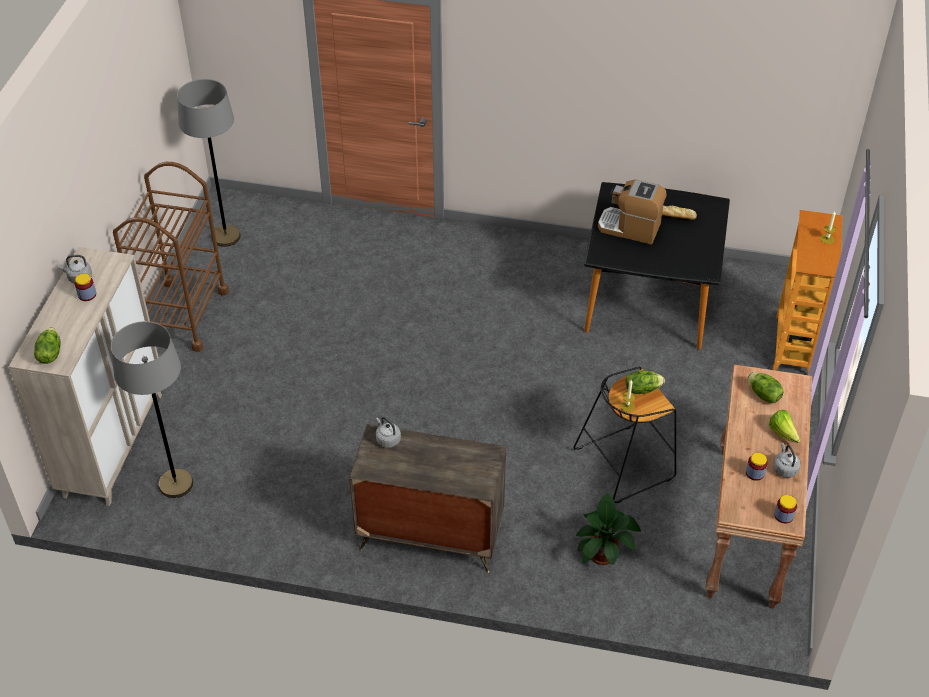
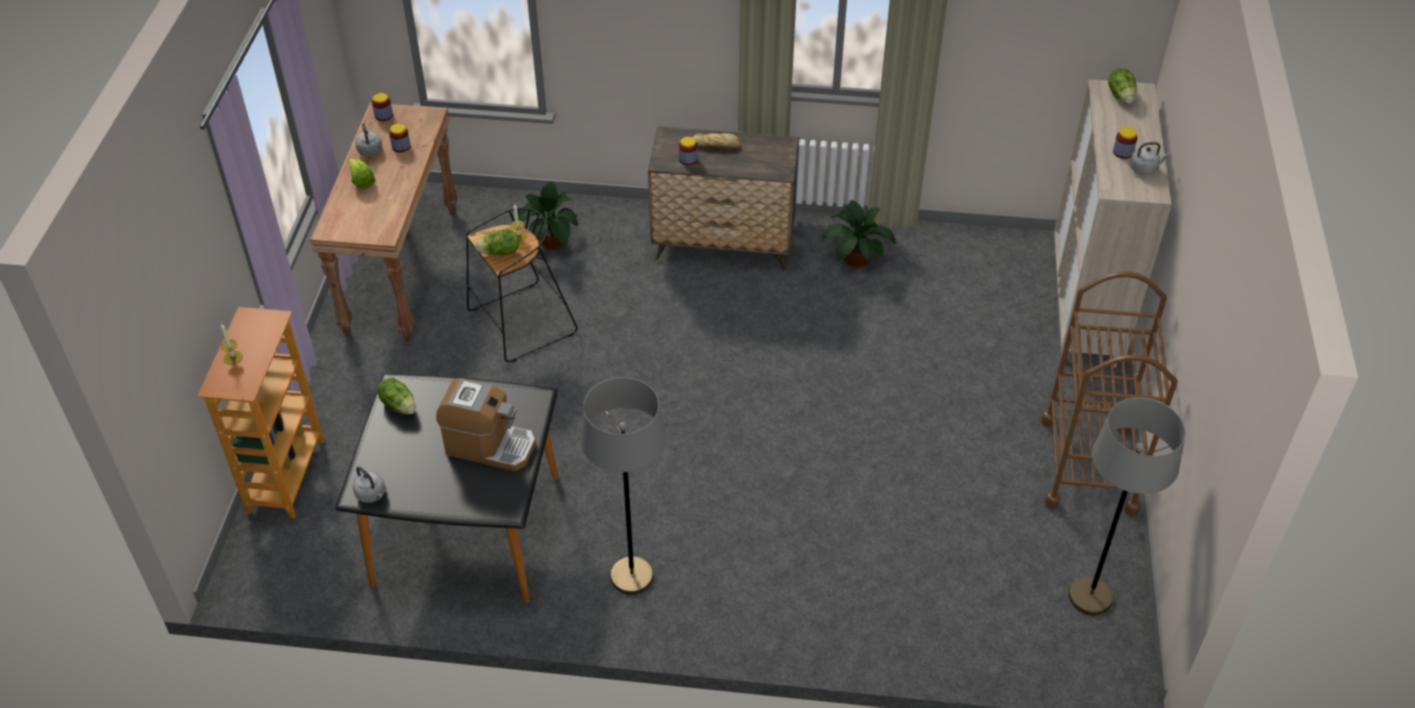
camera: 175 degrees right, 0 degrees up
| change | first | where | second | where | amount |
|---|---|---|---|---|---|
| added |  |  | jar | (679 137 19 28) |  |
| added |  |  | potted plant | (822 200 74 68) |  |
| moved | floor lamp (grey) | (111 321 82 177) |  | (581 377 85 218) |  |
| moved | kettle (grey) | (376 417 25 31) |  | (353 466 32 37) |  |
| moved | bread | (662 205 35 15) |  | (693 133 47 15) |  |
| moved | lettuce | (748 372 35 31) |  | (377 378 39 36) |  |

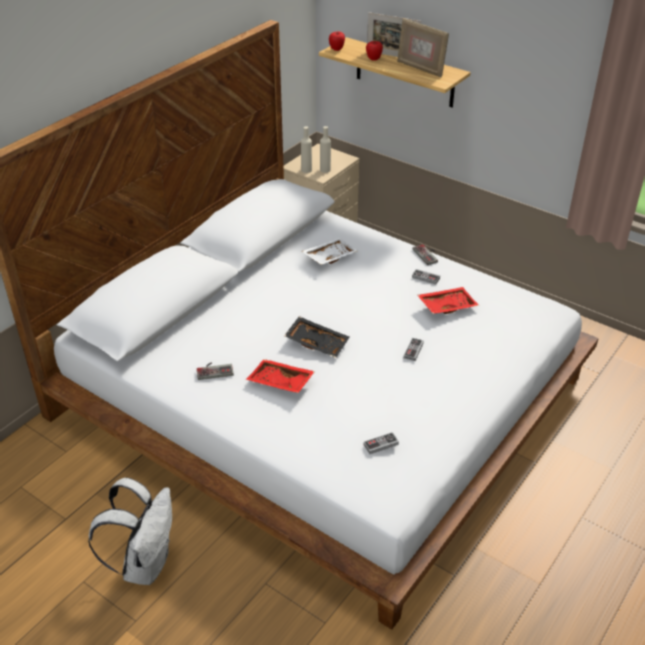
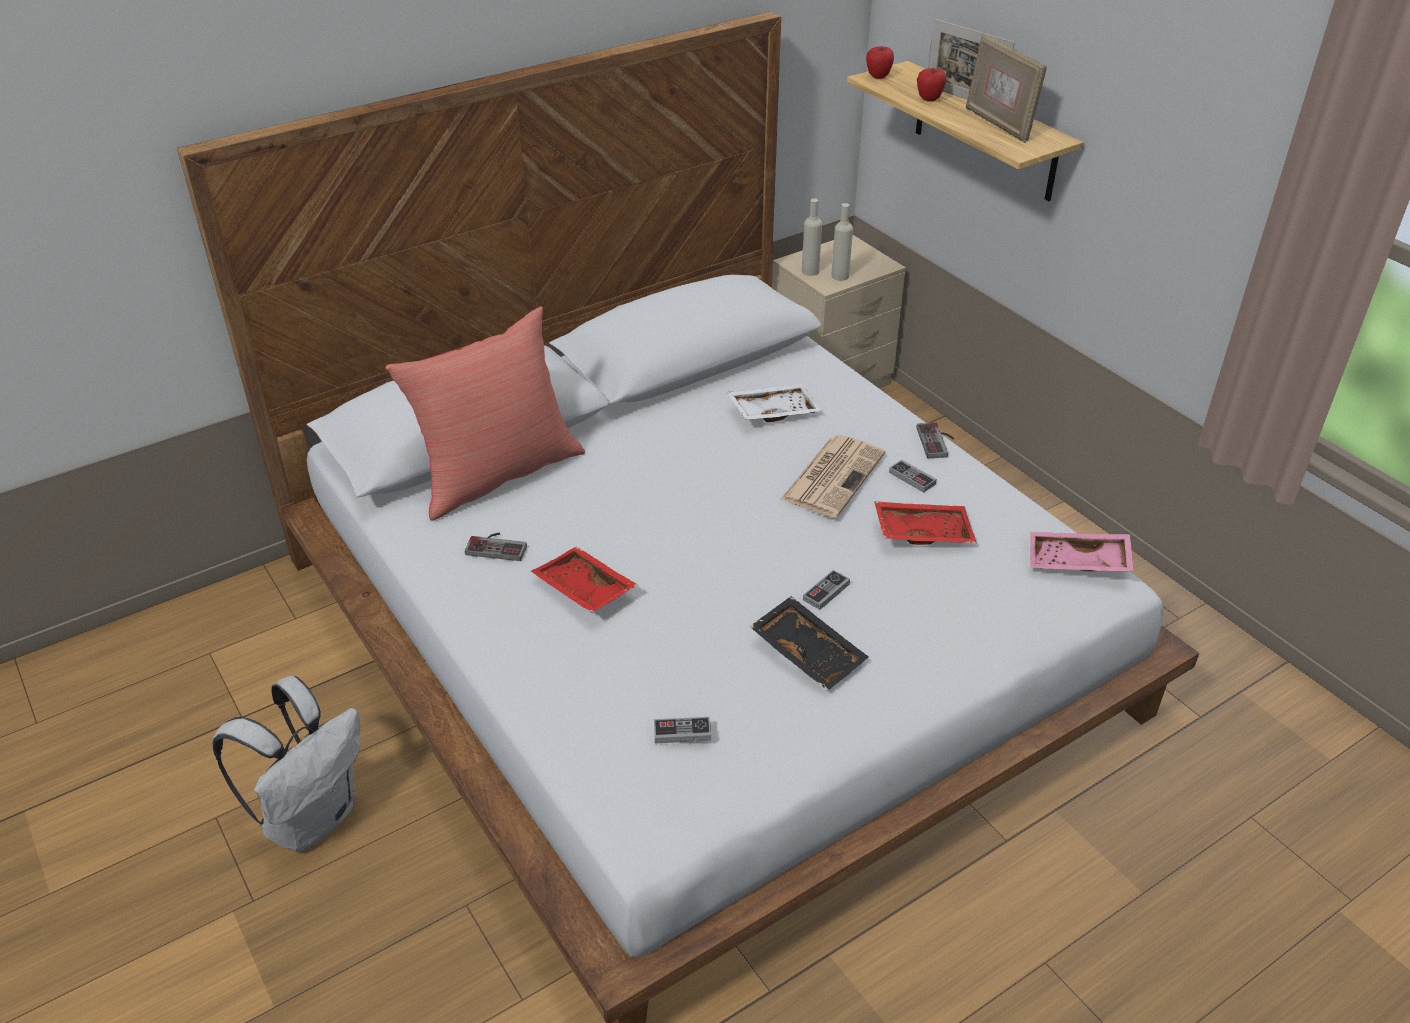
camera: 20 degrees right, 0 degrees up
| change | first | where | second | where | amount |
|---|---|---|---|---|---|
| added |  |  | pillow (red) | (385 306 200 215) |  |
| added |  |  | newspaper | (780 435 105 83) |  |
| added |  |  | tray (pink) | (1030 532 104 40) |  |
| moved | tray (black) | (284 316 65 42) |  | (750 596 118 95) |  |

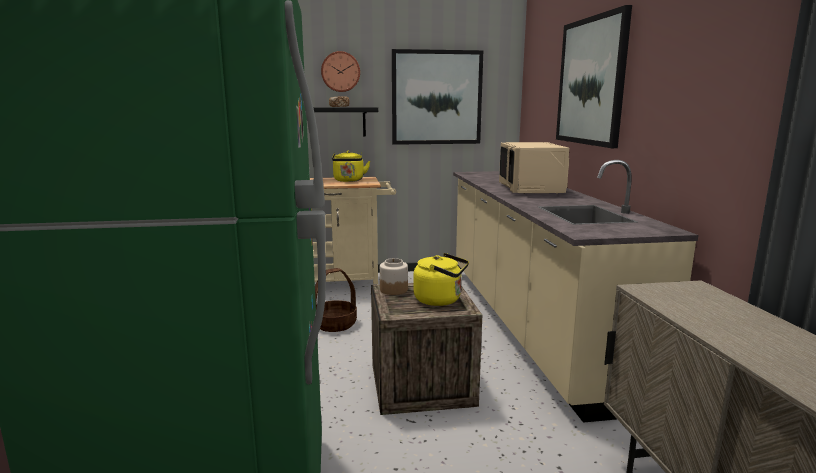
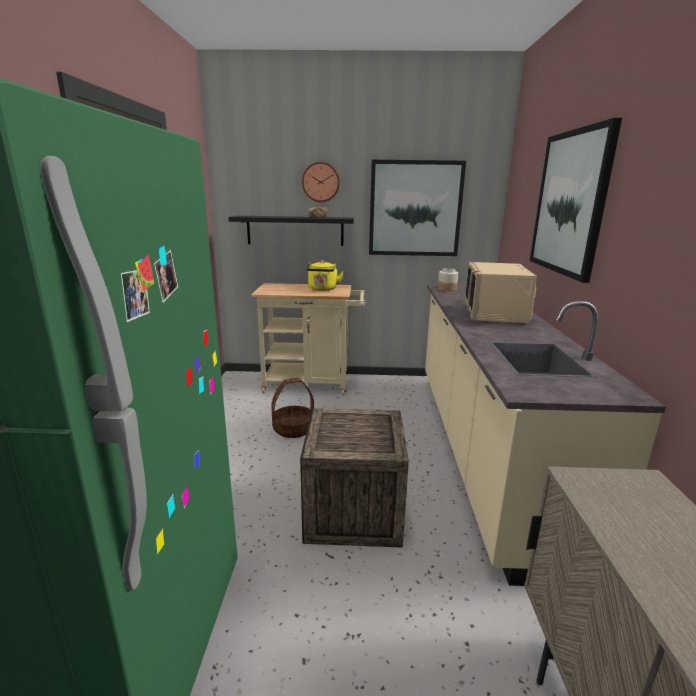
camera: 10 degrees right, 5 degrees up
| change | first | where | second | where | amount |
|---|---|---|---|---|---|
| removed | kettle (yellow) | (413 253 56 53) |  |  |  |
| moved | jar | (380 258 28 37) |  | (438 268 20 24) |  |

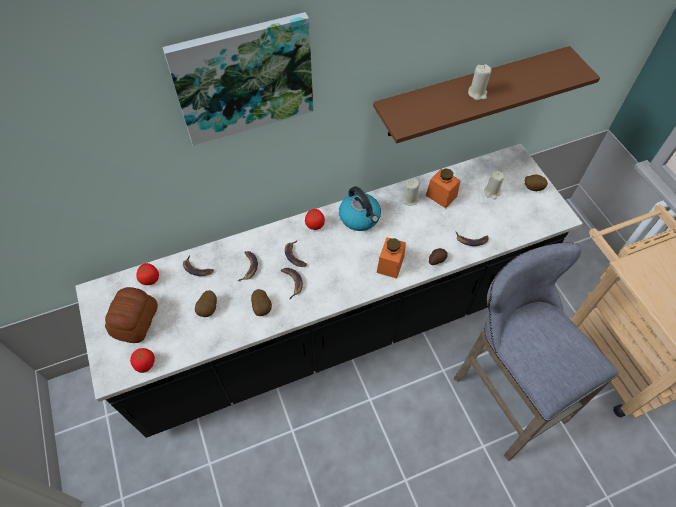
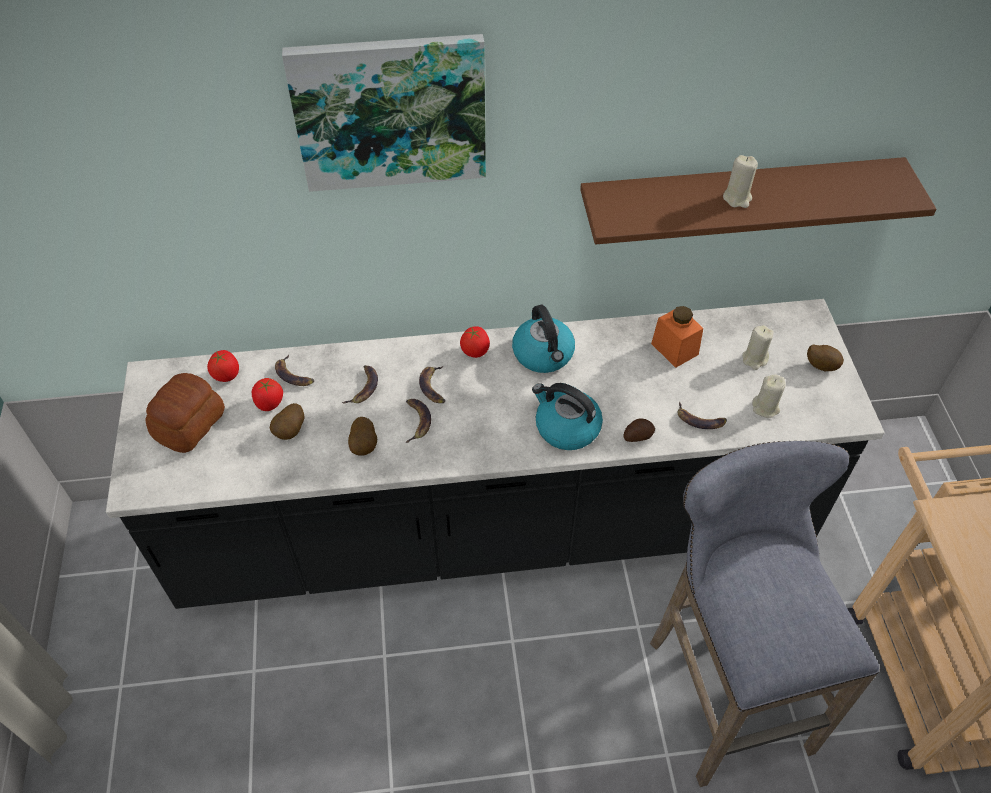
camera: 15 degrees right, 5 degrees down
| change | first | where | second | where | amount |
|---|---|---|---|---|---|
| moved | tomato | (130 348 25 25) |  | (252 378 31 33) |  |
| moved | candle (beige) | (402 178 18 28) |  | (752 374 34 44) |  |
| replaced | jar (orange) | (377 237 29 42) | kettle | (532 383 71 67) |  |

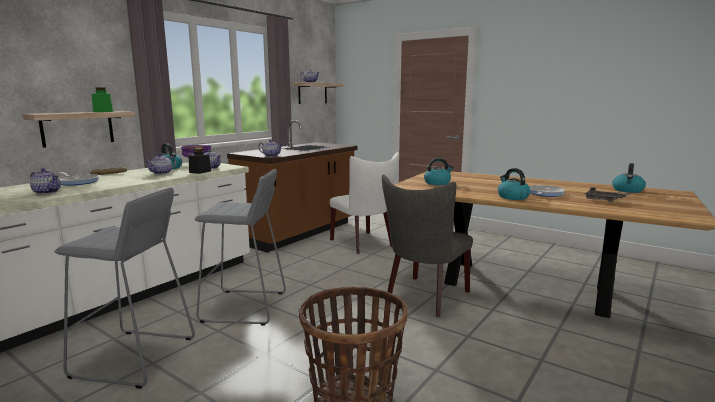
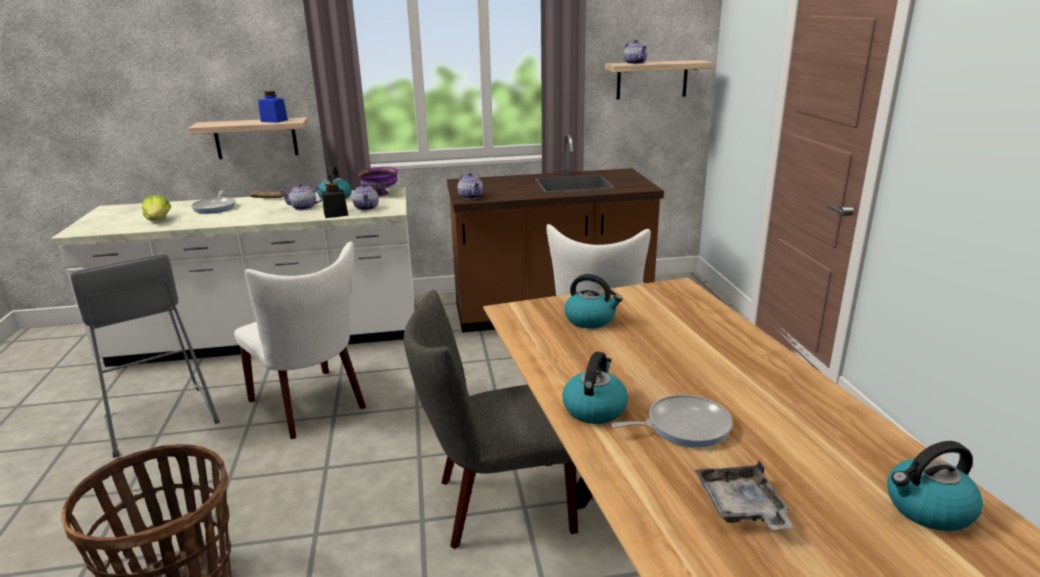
camera: 45 degrees right, 10 degrees up
| change | first | where | second | where | amount |
|---|---|---|---|---|---|
| replaced | teapot | (30 168 31 26) | lettuce | (142 195 29 26) |  |
| replaced | stool (grey) | (195 169 91 157) | chair (white) | (234 242 132 197) |  |
| recoloured | jar (green) | (92 87 22 25) | jar (blue) | (258 91 30 32) |  |

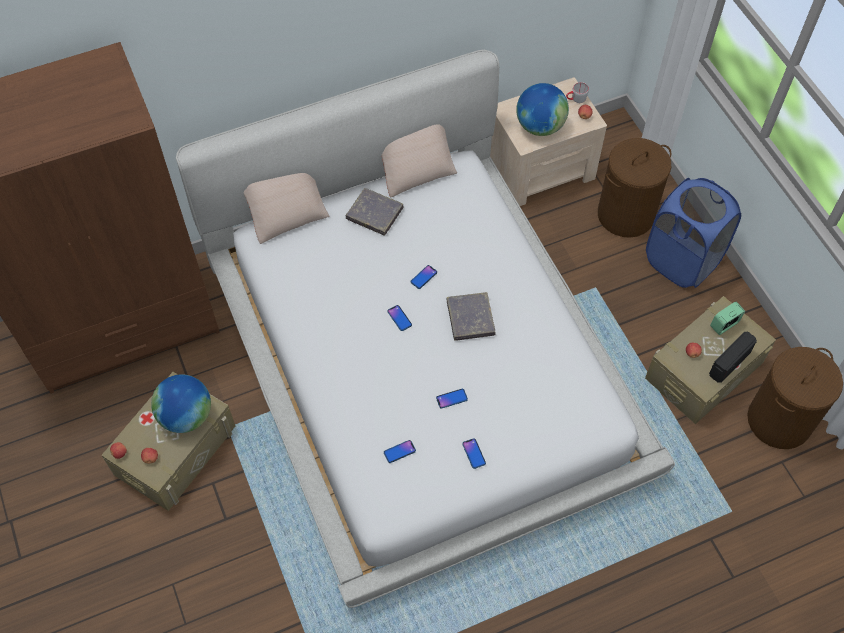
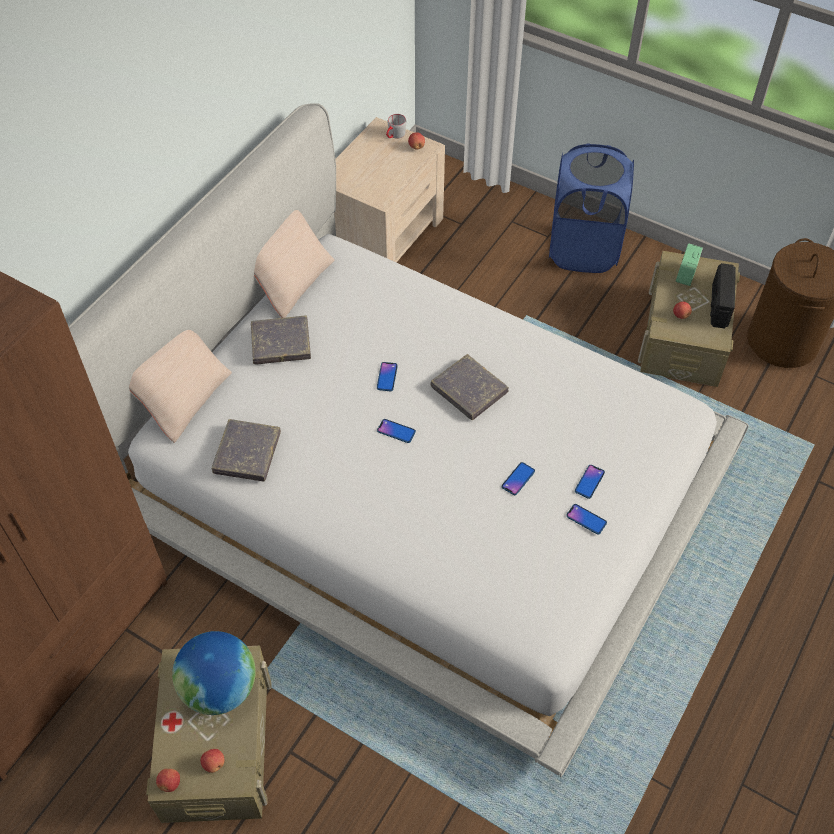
camera: 35 degrees left, 5 degrees down
| change | first | where | second | where | amount |
|---|---|---|---|---|---|
| removed | globe | (516 83 53 53) |  |  |  |
| removed | laundry basket (brown) | (598 138 73 100) |  |  |  |
| added |  |  | book (grey) | (212 419 69 62) |  |
| moved | phone | (384 440 32 23) |  | (575 465 30 34) |  |

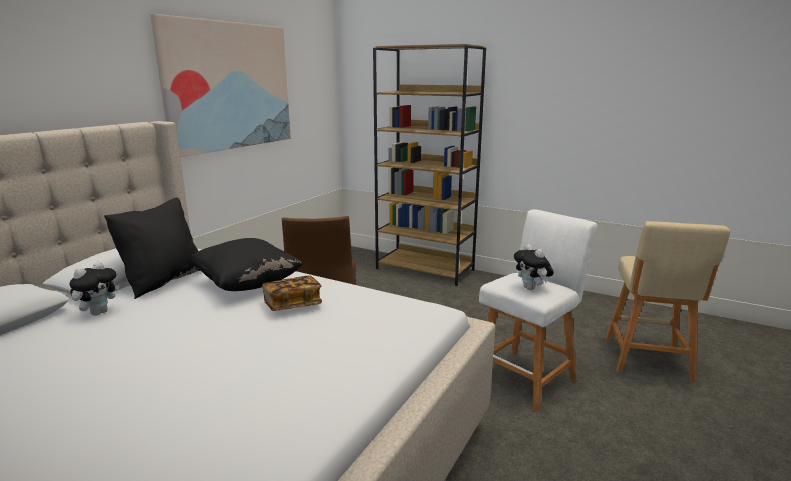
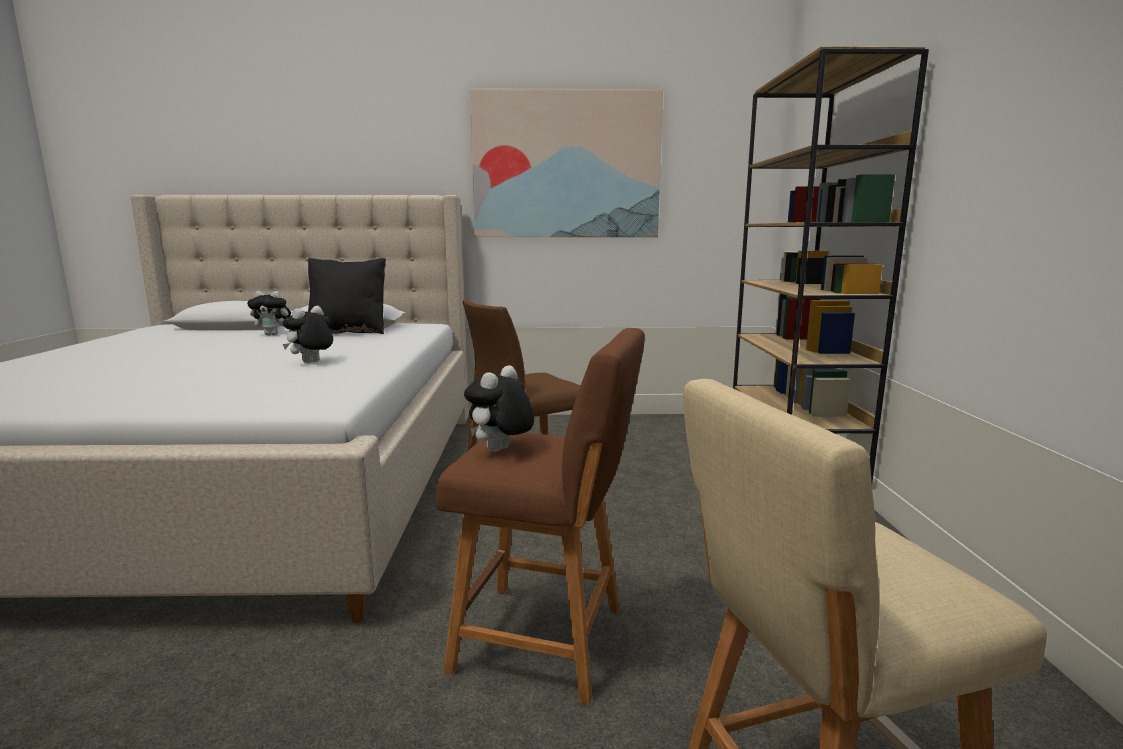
camera: 60 degrees right, 5 degrees down
| change | first | where | second | where | amount |
|---|---|---|---|---|---|
| removed | pillow (black) | (190 238 113 53) |  |  |  |
| replaced | book | (262 276 60 35) | plush toy | (282 306 51 57) |  |
| recoloured | stool (white) | (479 209 119 203) | stool (brown) | (436 328 209 377) |  |

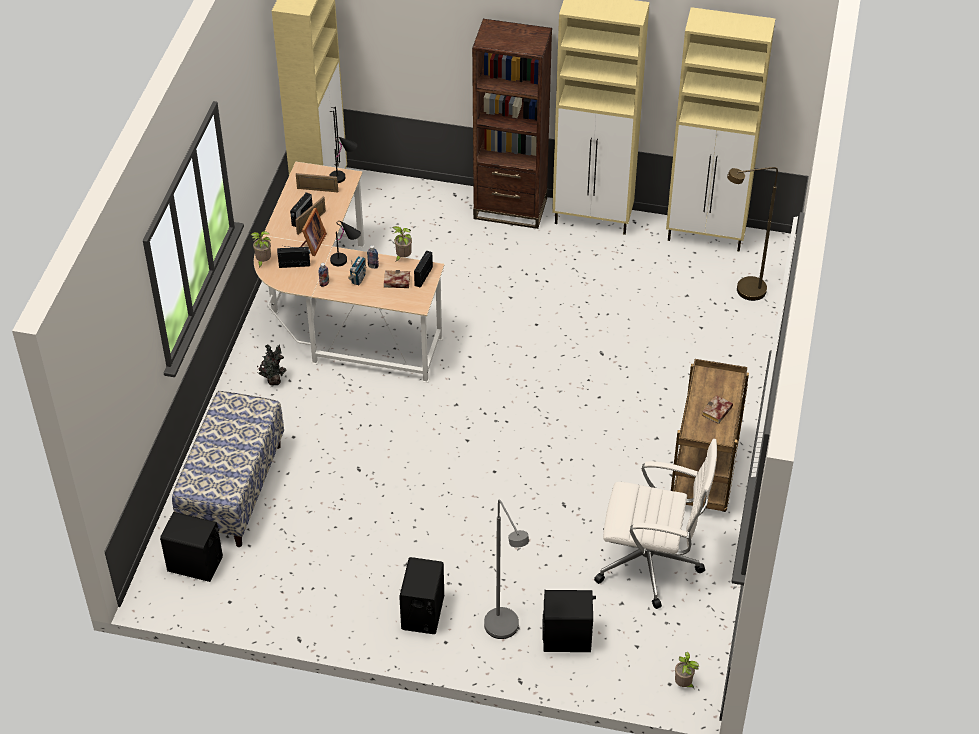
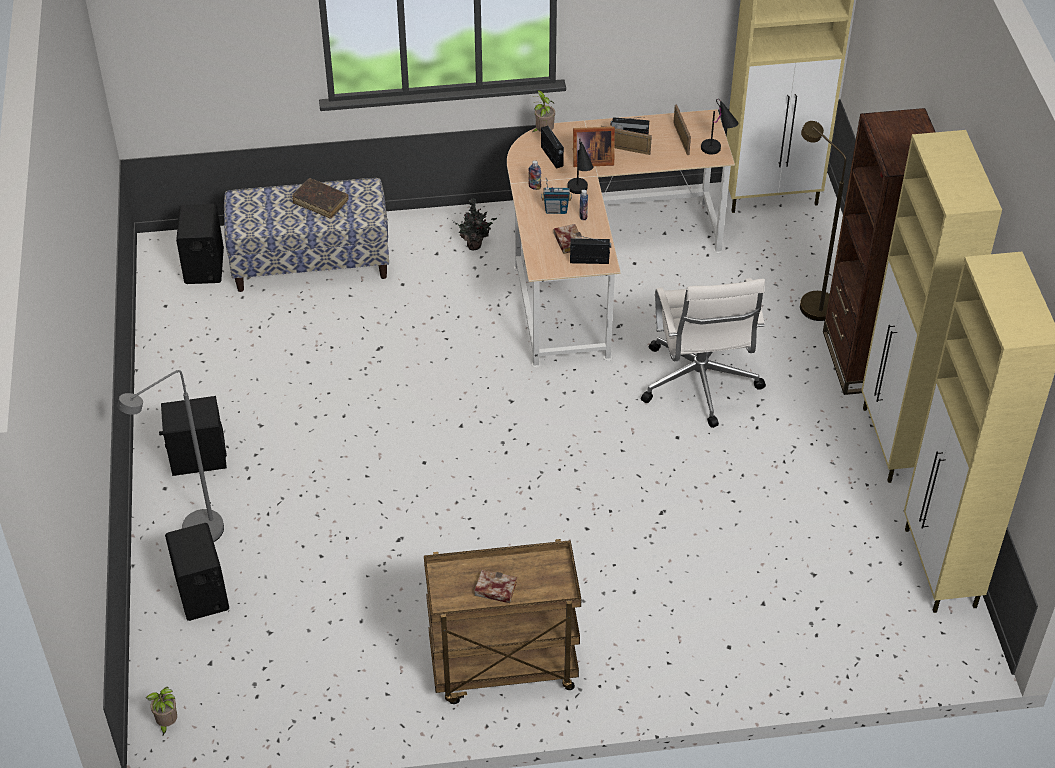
camera: 70 degrees right, 0 degrees up
| change | first | where | second | where | amount |
|---|---|---|---|---|---|
| removed | potted plant | (393 226 19 35) |  |  |  |
| added |  |  | book (brown) | (292 178 57 41) |  |
| moved | office chair (white) | (594 439 123 170) |  | (641 278 125 150) |  |
| moved | floor lamp (brown) | (727 167 51 134) |  | (800 121 46 200) |  |

